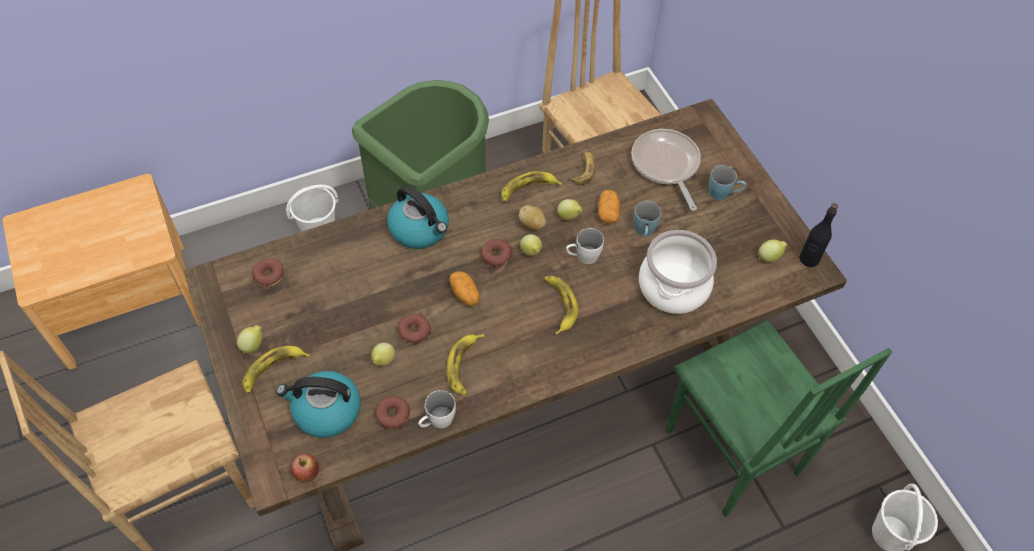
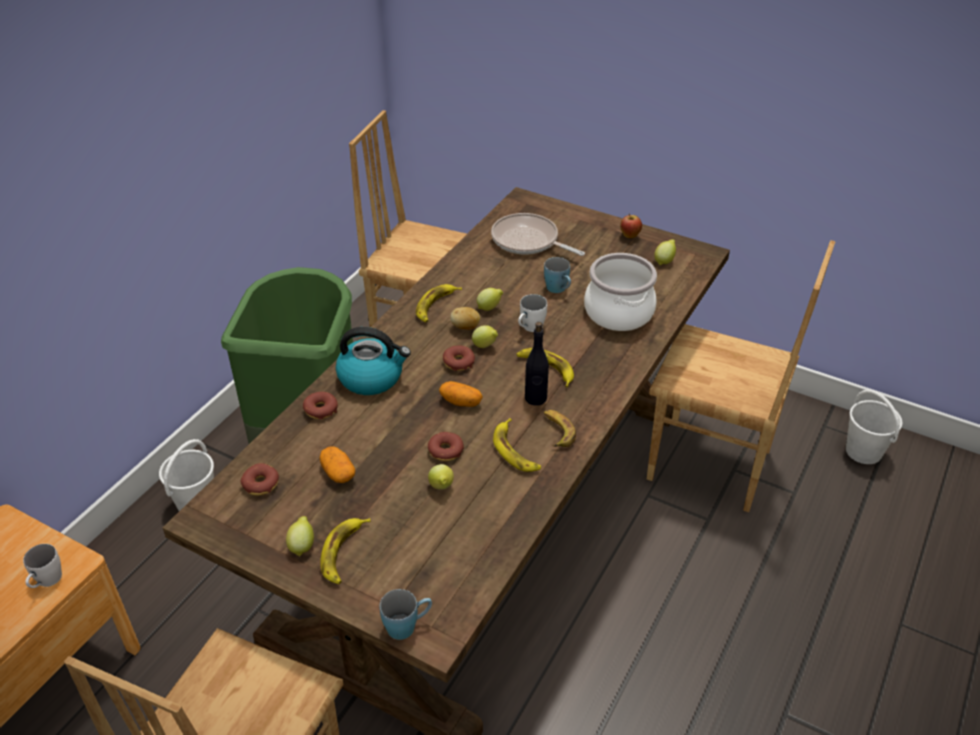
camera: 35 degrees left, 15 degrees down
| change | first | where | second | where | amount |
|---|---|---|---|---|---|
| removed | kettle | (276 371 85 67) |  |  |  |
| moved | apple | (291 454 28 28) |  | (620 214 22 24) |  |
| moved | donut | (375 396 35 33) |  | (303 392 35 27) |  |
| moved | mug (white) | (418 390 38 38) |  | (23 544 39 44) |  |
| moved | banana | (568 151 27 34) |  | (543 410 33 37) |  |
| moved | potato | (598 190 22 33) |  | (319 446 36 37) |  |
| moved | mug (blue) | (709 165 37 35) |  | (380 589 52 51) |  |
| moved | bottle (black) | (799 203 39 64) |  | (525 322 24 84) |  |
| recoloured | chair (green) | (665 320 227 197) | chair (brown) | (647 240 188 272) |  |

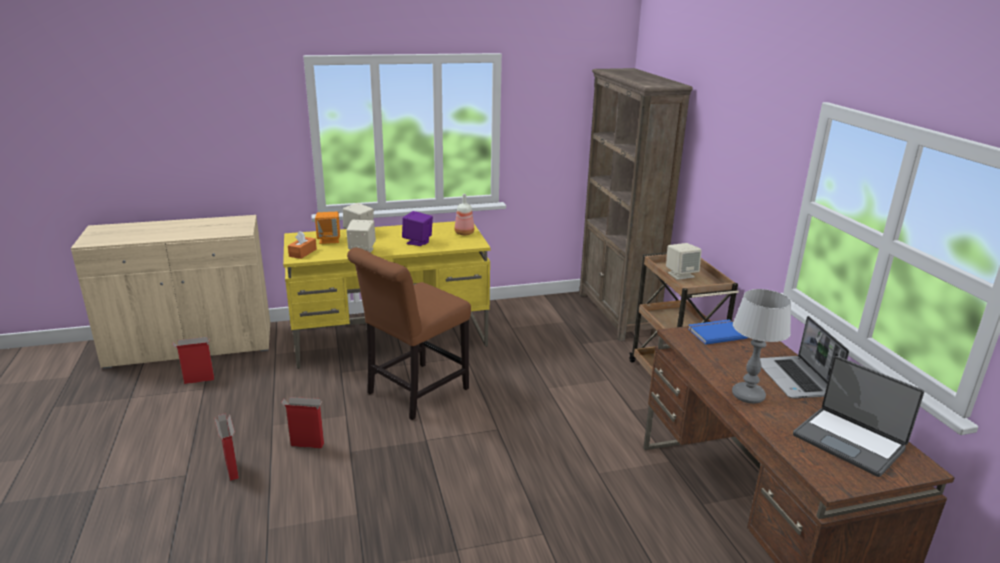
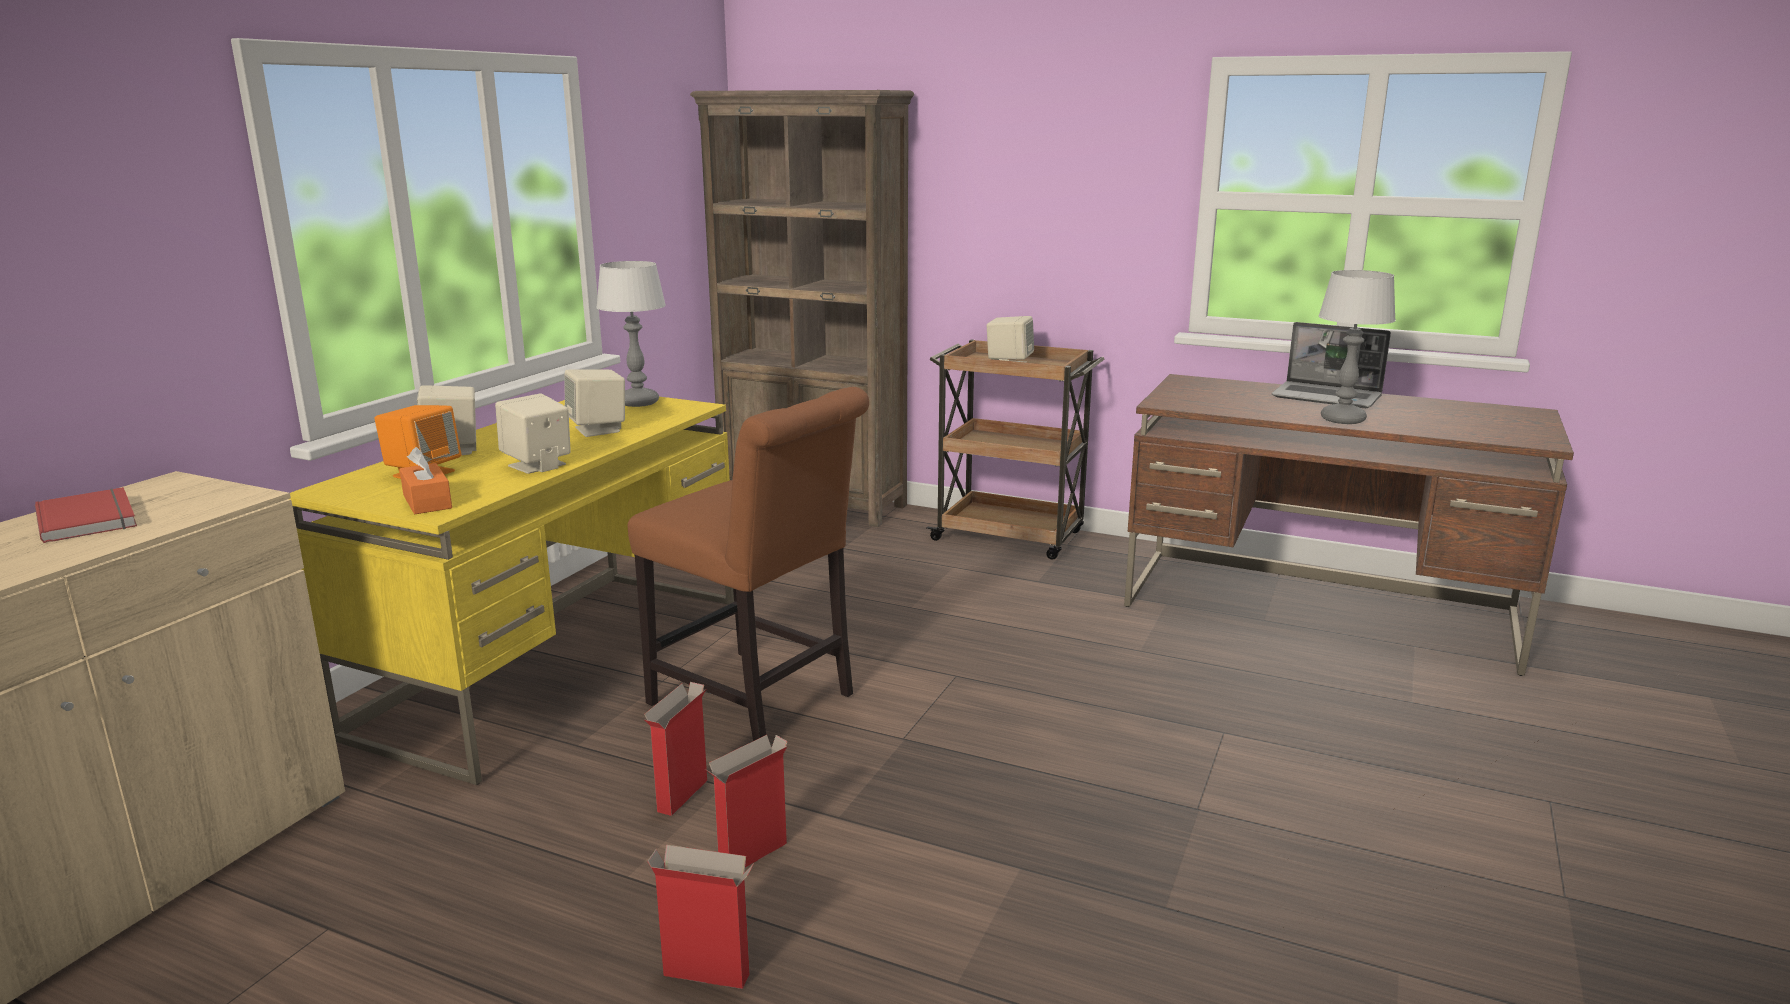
camera: 50 degrees left, 5 degrees down
| change | first | where | second | where | amount |
|---|---|---|---|---|---|
| removed | book (blue) | (688 319 60 26) |  |  |  |
| removed | laptop | (793 356 131 121) |  |  |  |
| added |  |  | book (red) | (35 487 102 56) |  |
| moved | cardboard box | (173 337 41 47) |  | (644 682 63 134) |  |
| replaced | bottle | (455 194 19 41) | table lamp | (596 261 70 146) |  |
| recoloured | speaker (purple) | (402 211 31 35) | speaker (beige) | (564 369 61 68) |  |
| turned | chair (brown) | (347 247 124 173) |  | (628 387 241 354) | 45 degrees counterclockwise |

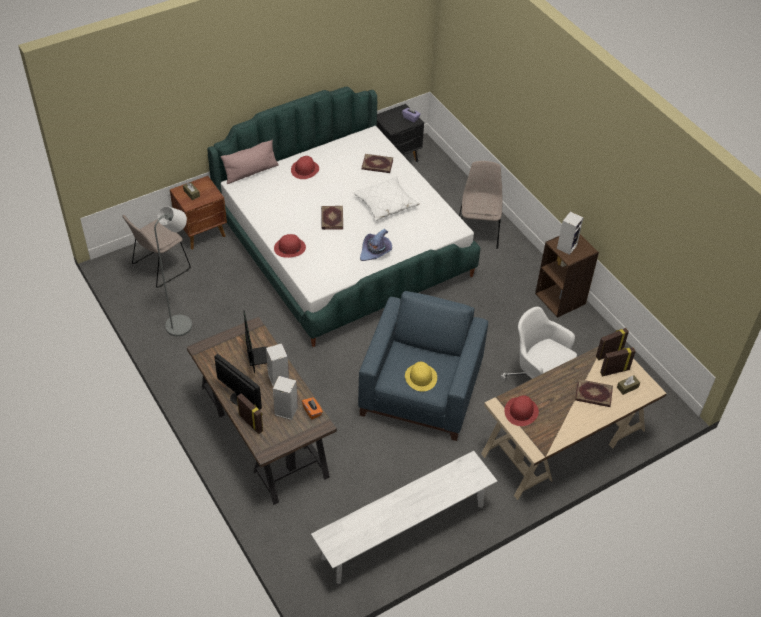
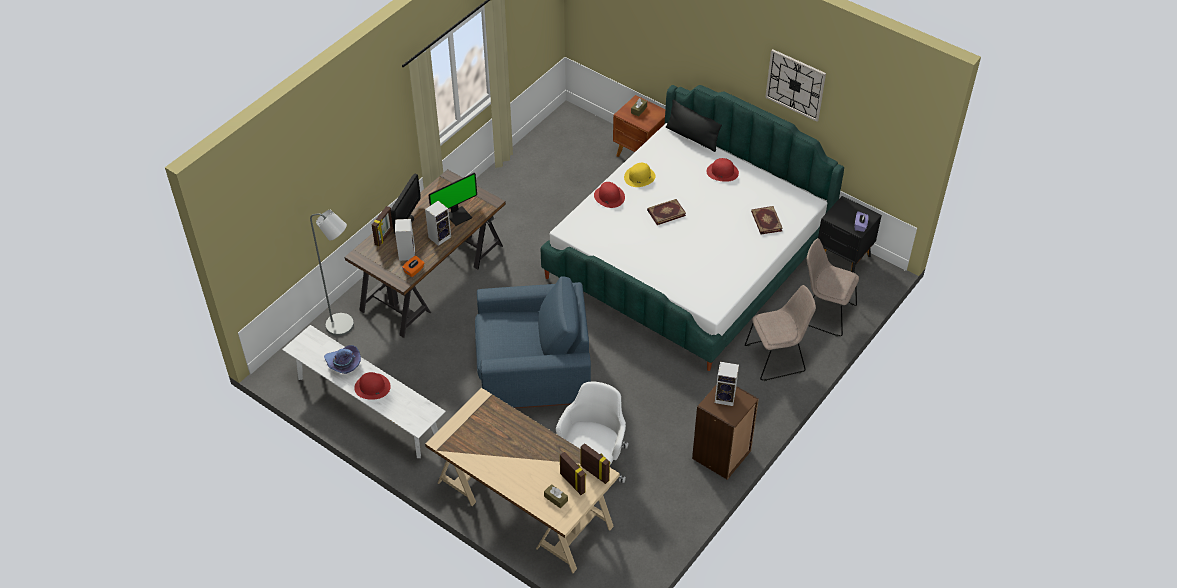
camera: 70 degrees right, 0 degrees up
| change | first | where | second | where | amount |
|---|---|---|---|---|---|
| removed | pillow (white) | (353 177 67 44) |  |  |  |
| removed | book | (575 379 38 28) |  |  |  |
| added |  |  | wall clock | (765 49 61 73) |  |
| moved | chair (beige) | (123 215 68 73) |  | (807 238 52 99) |  |
| moved | floor lamp (grey) | (154 206 38 130) |  | (310 210 44 126) |  |
| moved | hat (purple) | (360 229 32 32) |  | (324 345 37 29) |  |
| moved | hat (yellow) | (405 362 32 30) |  | (624 163 32 24) |  |
| moved | hat (red) | (504 395 35 31) |  | (354 372 37 28) |  |
| recoloured | pillow (pink) | (221 139 58 45) | pillow (black) | (666 99 56 53) |  |

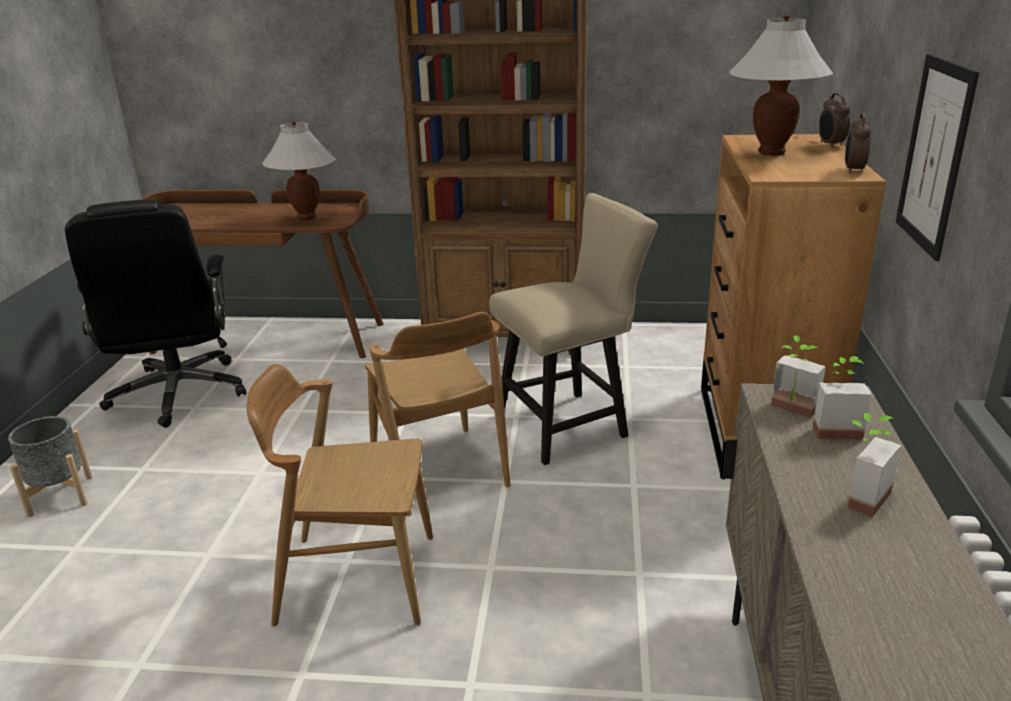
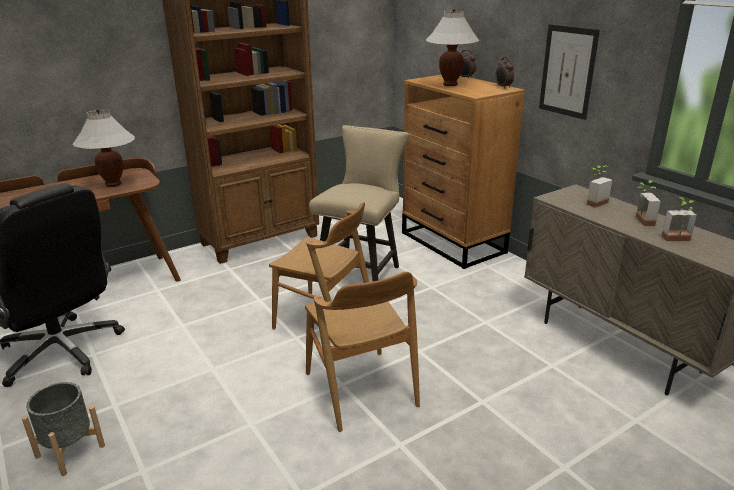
camera: 40 degrees left, 0 degrees up
| change | first | where | second | where | amount |
|---|---|---|---|---|---|
| moved | potted plant | (771 335 55 83) |  | (661 197 36 44) |  |
| turned | chair (brown) | (247 364 186 263) |  | (305 272 115 160) | 75 degrees counterclockwise |

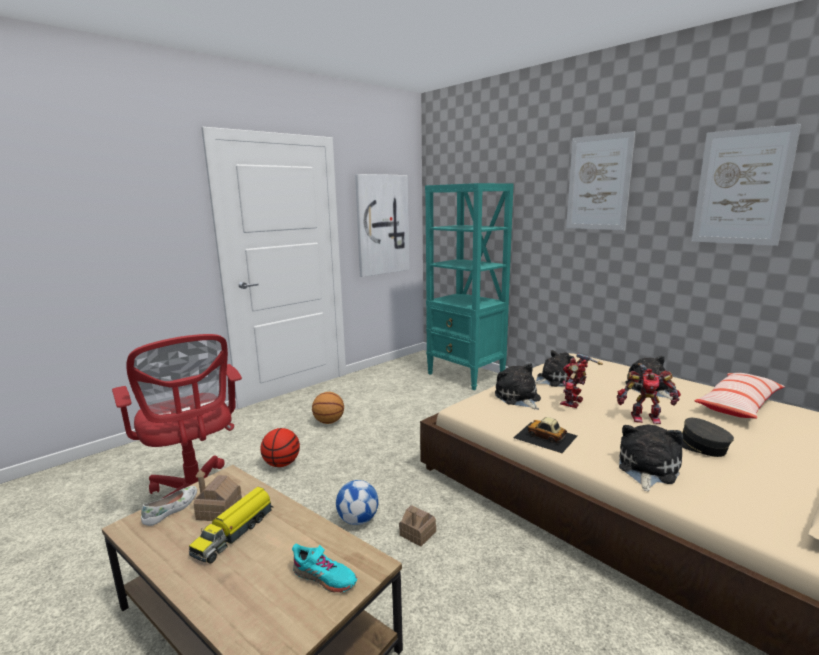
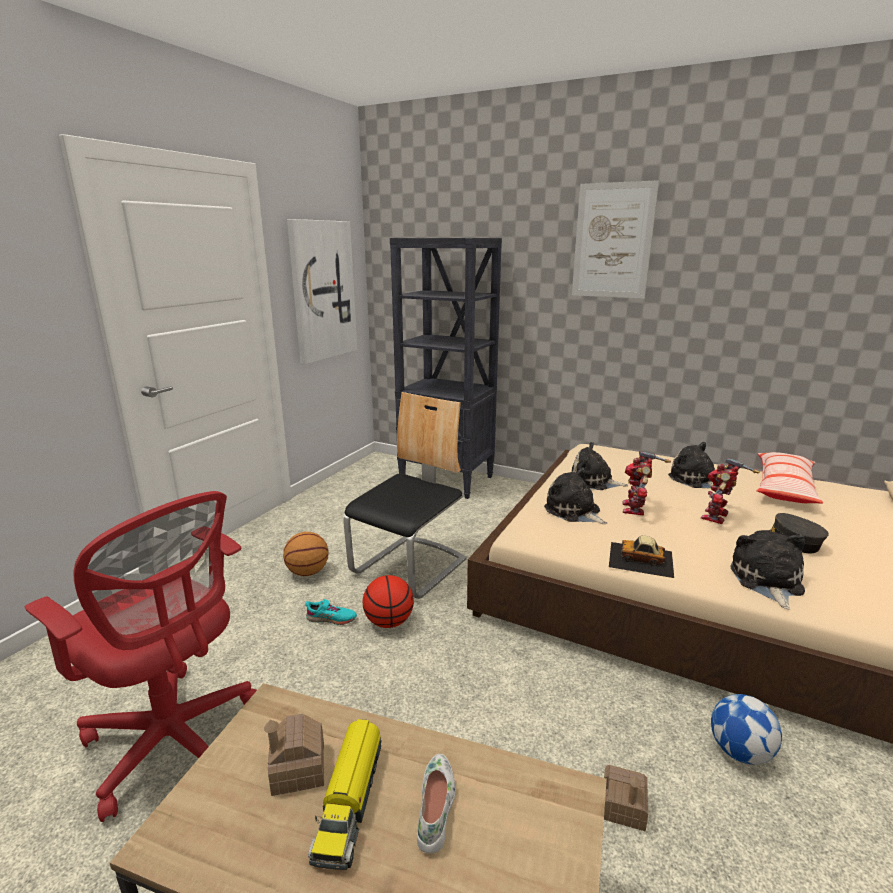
camera: 20 degrees left, 5 degrees up
| change | first | where | second | where | amount |
|---|---|---|---|---|---|
| removed | picture | (692 124 109 122) |  |  |  |
| added |  |  | chair | (343 392 124 207) |  |
| moved | shoe (white) | (141 486 56 40) |  | (417 754 38 99) |  |
| moved | basketball | (260 428 40 39) |  | (363 575 51 53) |  |
| moved | shoe (turquoise) | (292 543 65 50) |  | (305 599 52 26) |  |
| moved | football | (336 480 43 45) |  | (711 694 71 71) |  |
| moved | toy house | (399 505 37 41) |  | (604 765 44 66) |  |
| recoloured | bookcase (turquoise) | (425 183 89 207) | bookcase (black) | (390 238 112 261) |  |
| turned | plush toy | (535 350 43 37) |  | (571 442 57 48) | 120 degrees counterclockwise |
| turned | toy robot | (617 363 64 61) |  | (701 458 59 66) | 135 degrees clockwise |

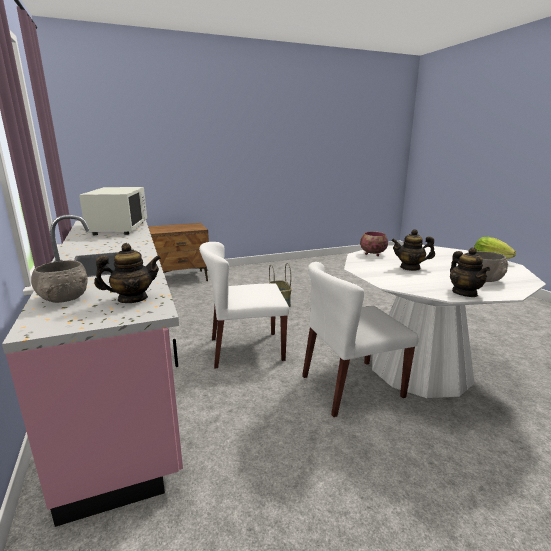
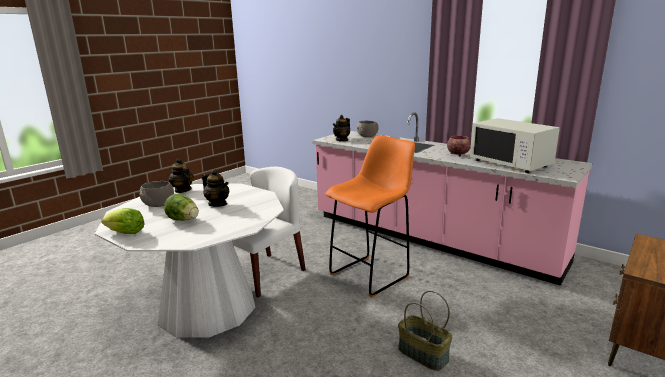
camera: 150 degrees right, 0 degrees up
| change | first | where | second | where | amount |
|---|---|---|---|---|---|
| added |  |  | lettuce | (164 194 35 27) |  |
| moved | bowl | (360 232 28 24) |  | (447 136 24 20) |  |
| replaced | chair (white) | (199 242 90 127) | stool (orange) | (325 135 90 163) |  |
| turned | teapot | (391 229 44 42) |  | (202 169 27 38) | 60 degrees clockwise |

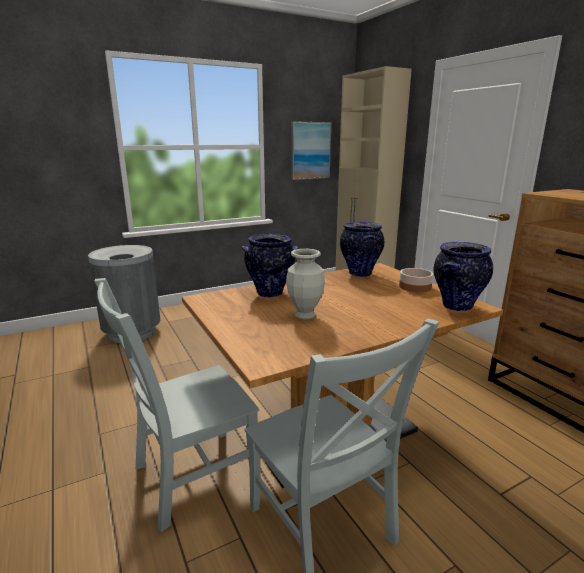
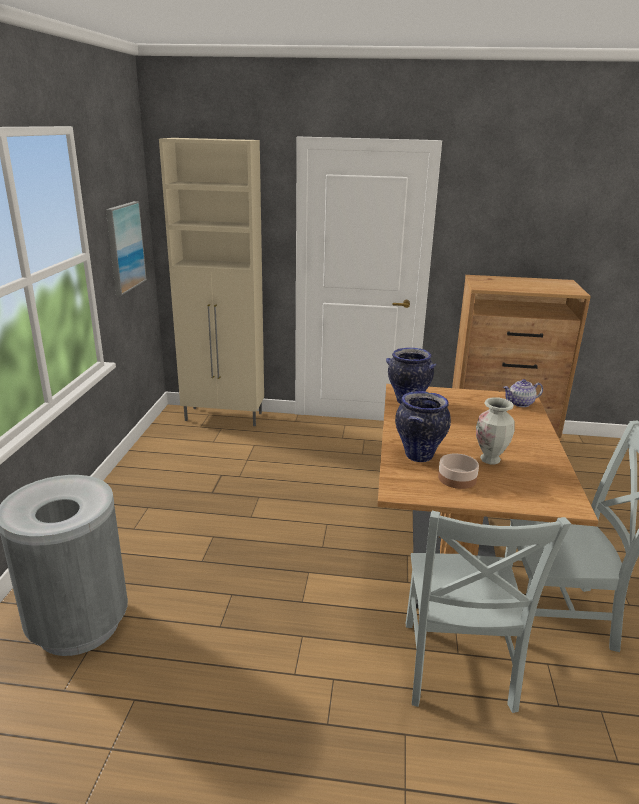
camera: 55 degrees left, 5 degrees up
| change | first | where | second | where | amount |
|---|---|---|---|---|---|
| moved | bowl | (399 268 34 24) |  | (438 453 41 36) |  |
| replaced | vase | (434 242 59 69) | teapot | (503 379 40 28) |  |

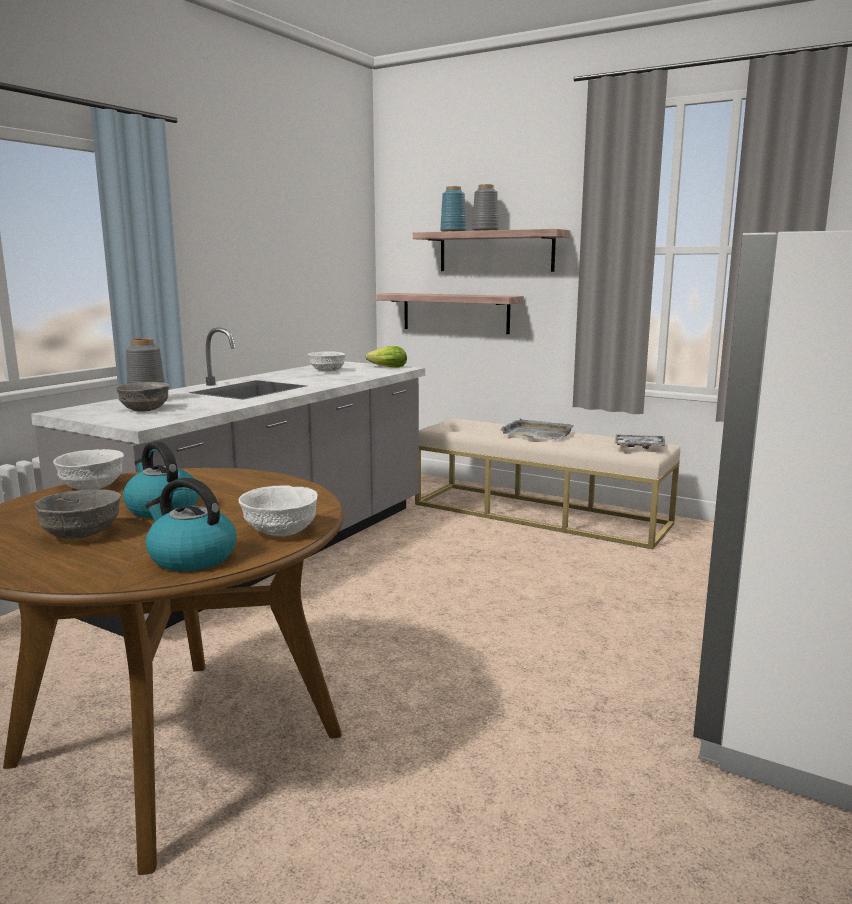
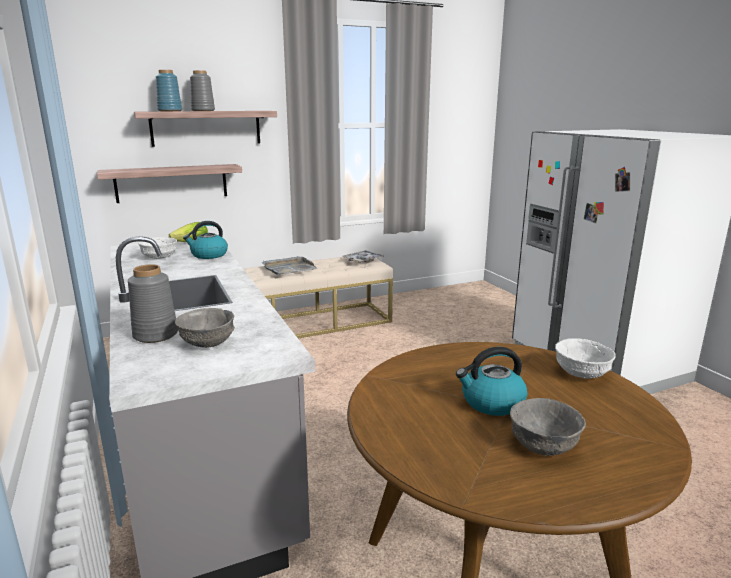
camera: 55 degrees left, 5 degrees up
| change | first | where | second | where | amount |
|---|---|---|---|---|---|
| removed | bowl (white) | (53 449 71 41) |  |  |  |
| moved | kettle | (146 478 91 93) |  | (183 221 45 38) |  |

